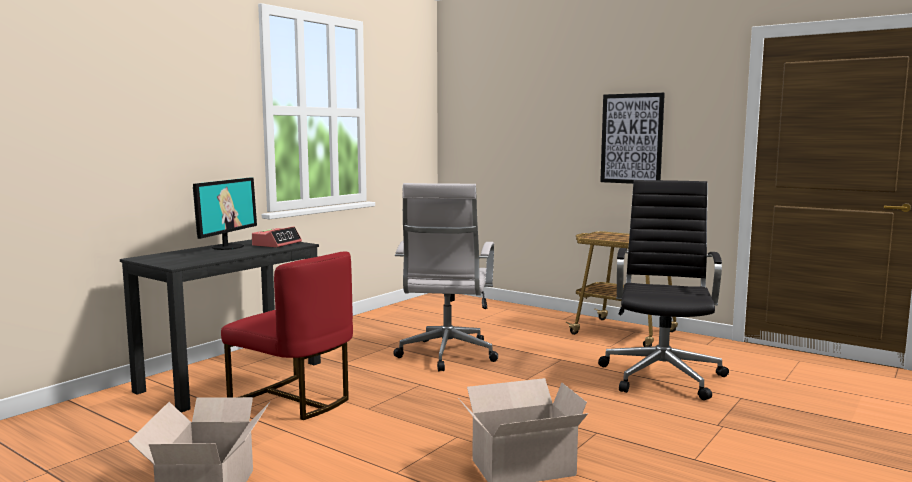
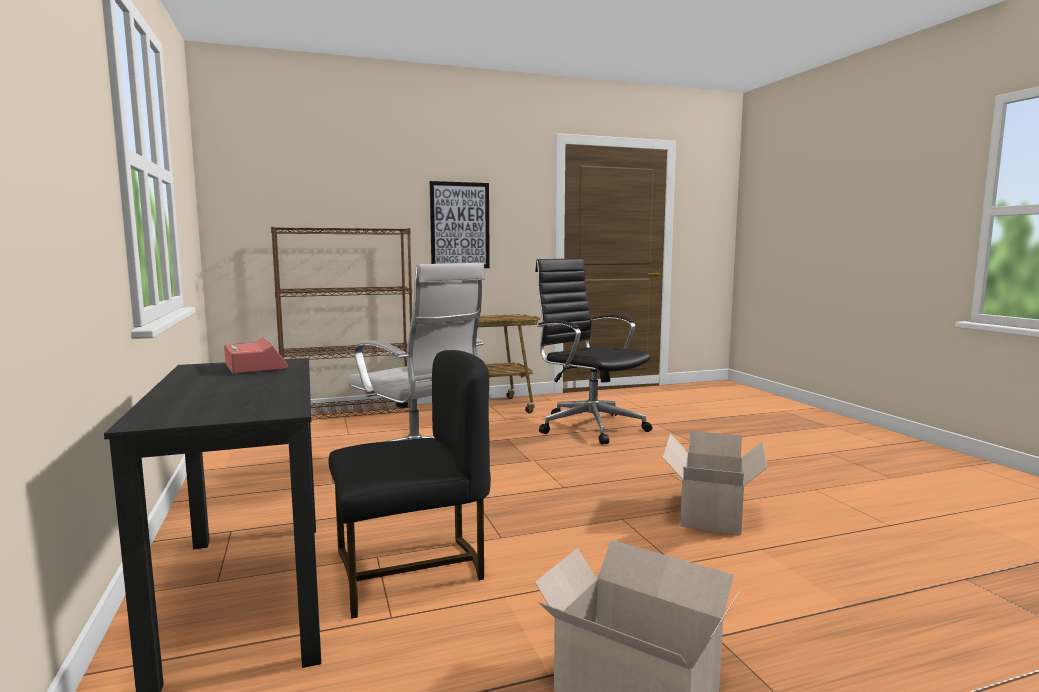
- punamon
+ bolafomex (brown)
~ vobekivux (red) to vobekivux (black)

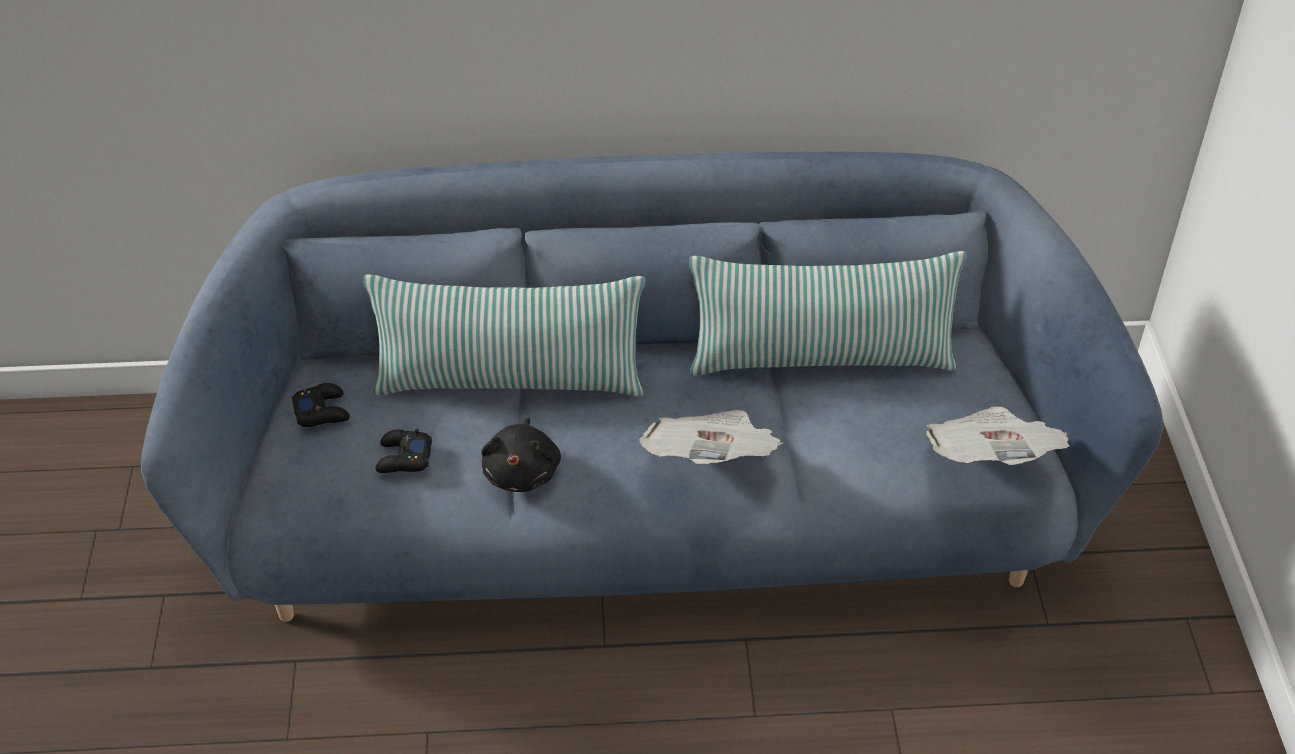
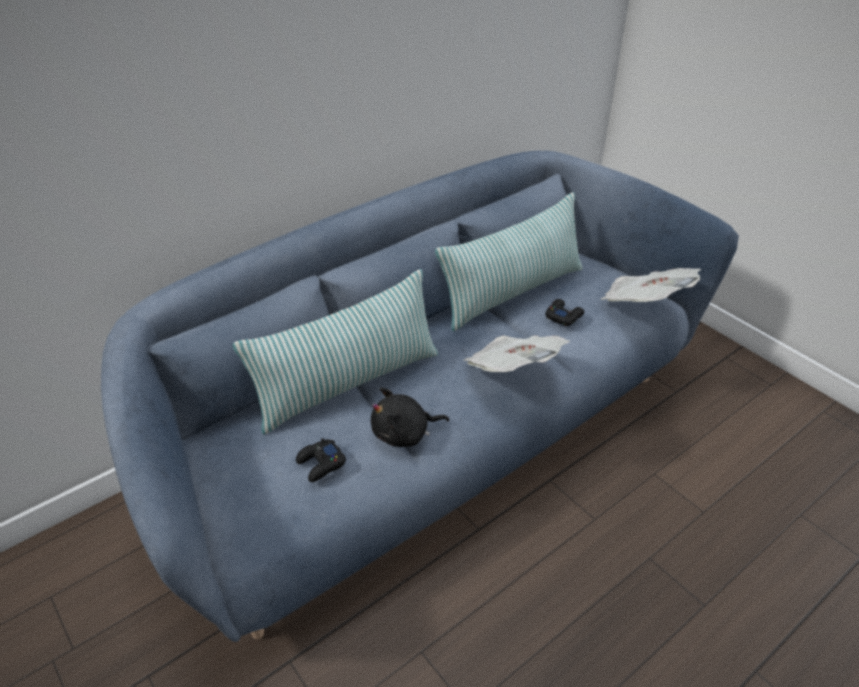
~ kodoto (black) (1st from left in the first image) to kodoto (black) (2nd from left)
~ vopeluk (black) 105 degrees clockwise

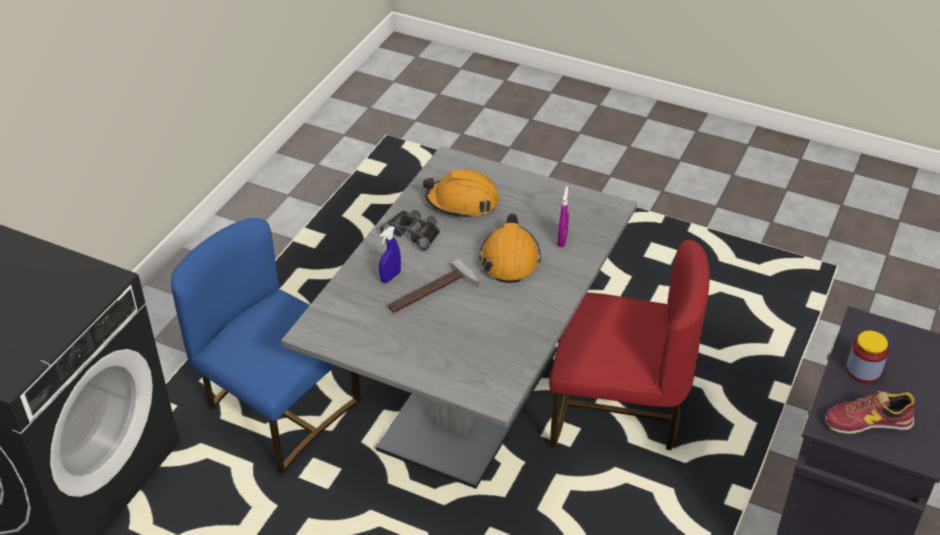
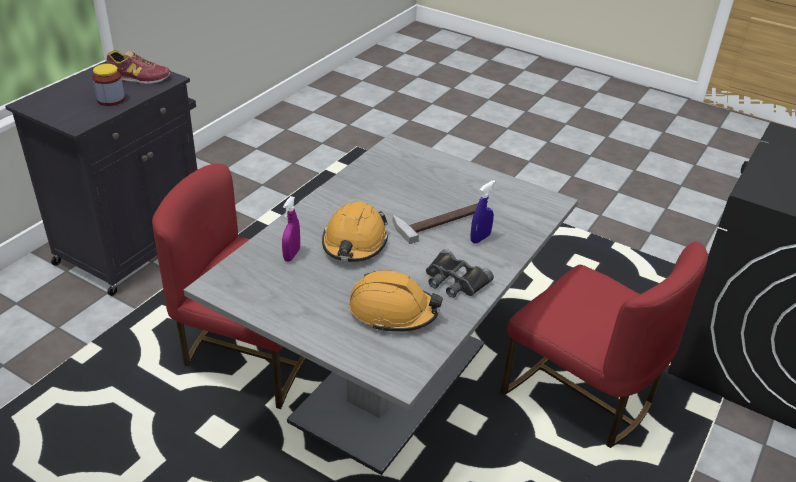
~ vobekivux (blue) to vobekivux (red) (2nd from left)

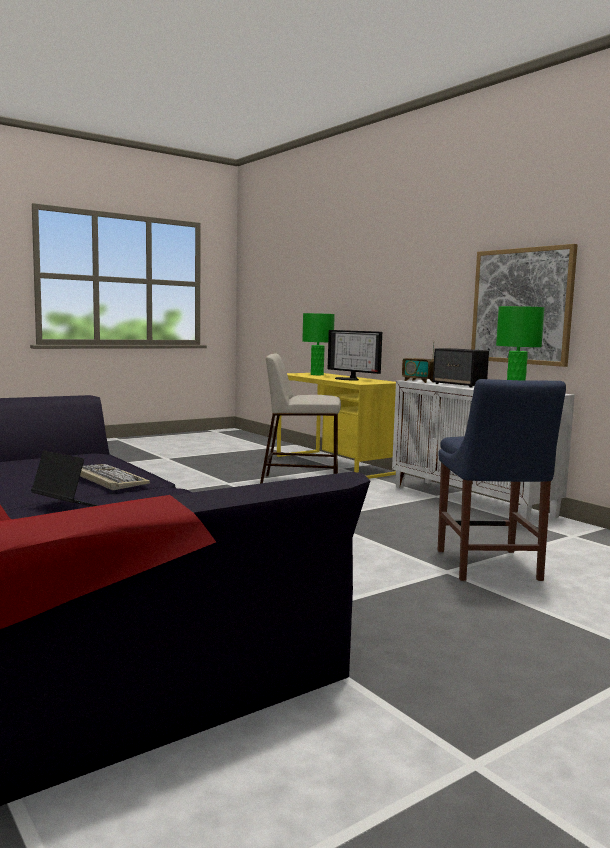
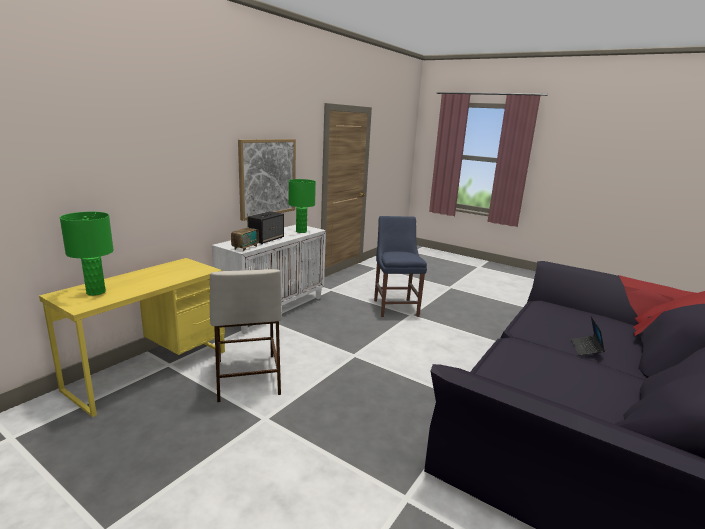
- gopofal
- punamon
~ vobekivux (blue) 75 degrees counterclockwise

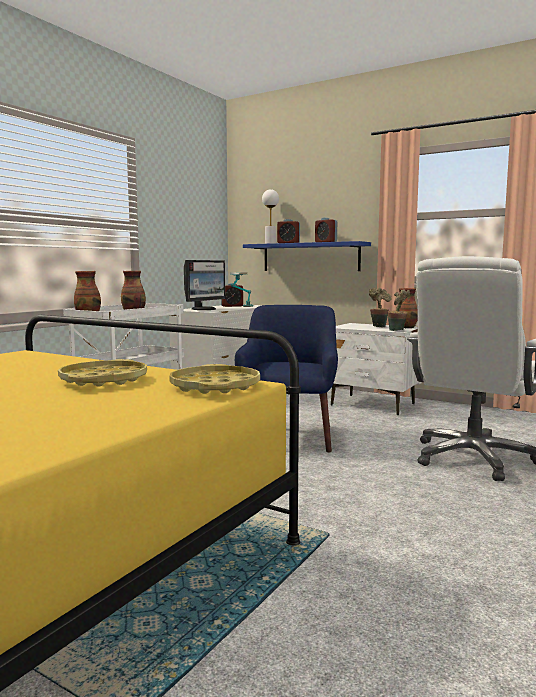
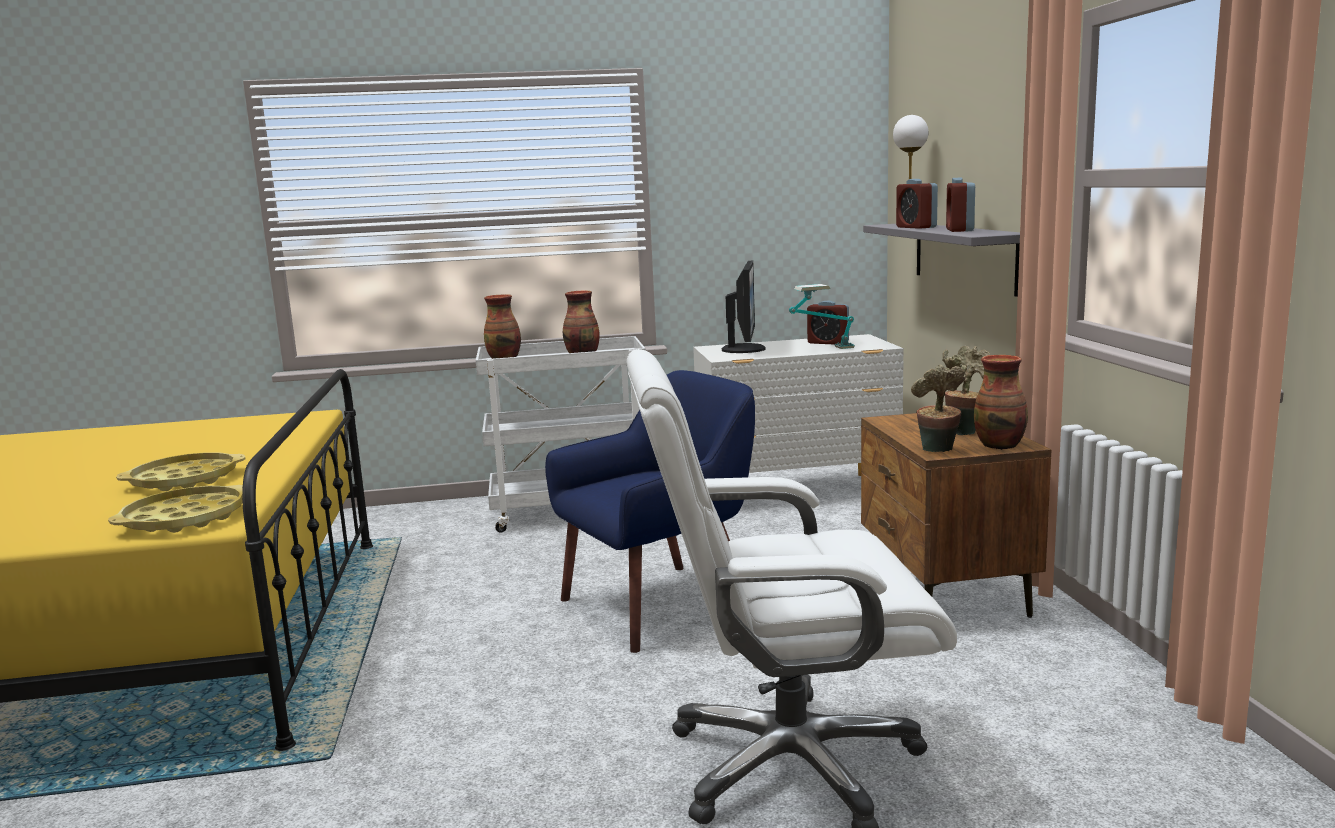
~ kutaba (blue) to kutaba (grey)
~ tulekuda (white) to tulekuda (brown)
~ punamon 75 degrees counterclockwise

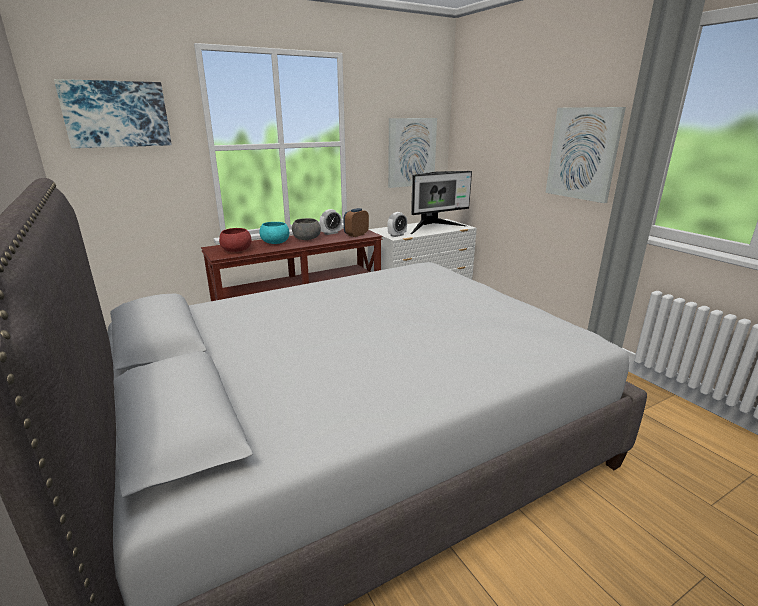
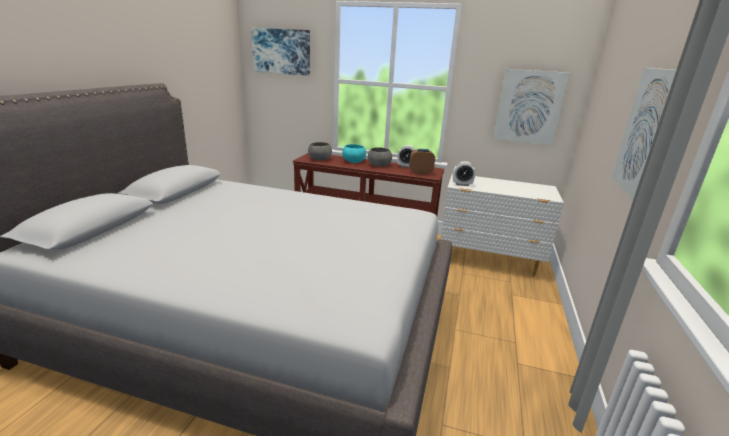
- punamon
~ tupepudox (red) to tupepudox (grey) (1st from left)

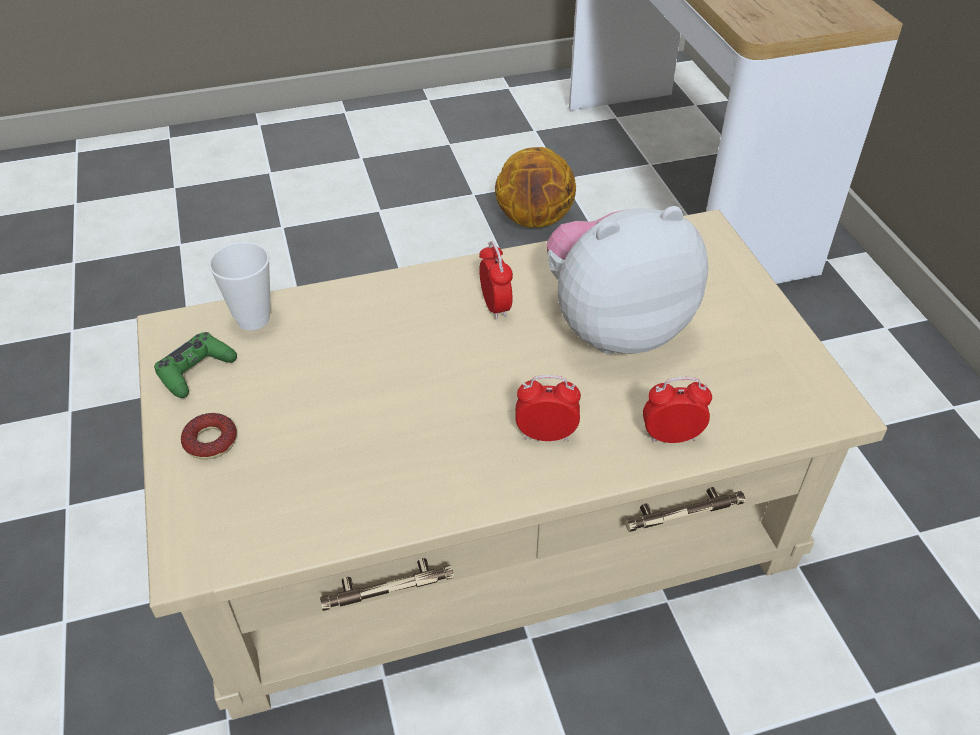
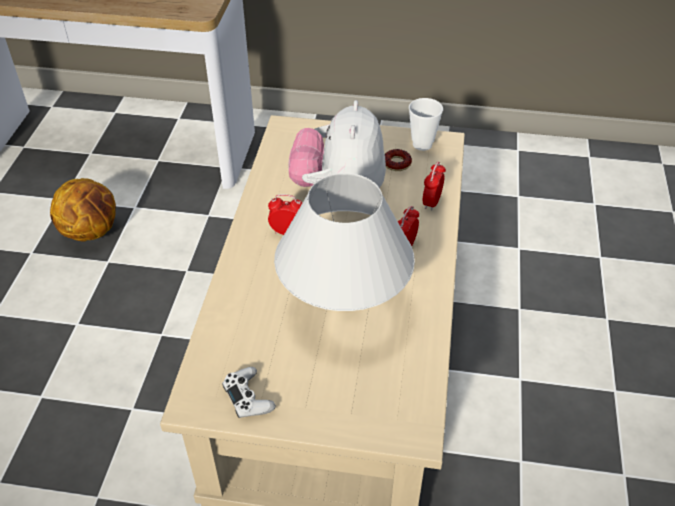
+ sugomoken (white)
~ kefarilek
~ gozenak
~ kodoto (green) to kodoto (white)

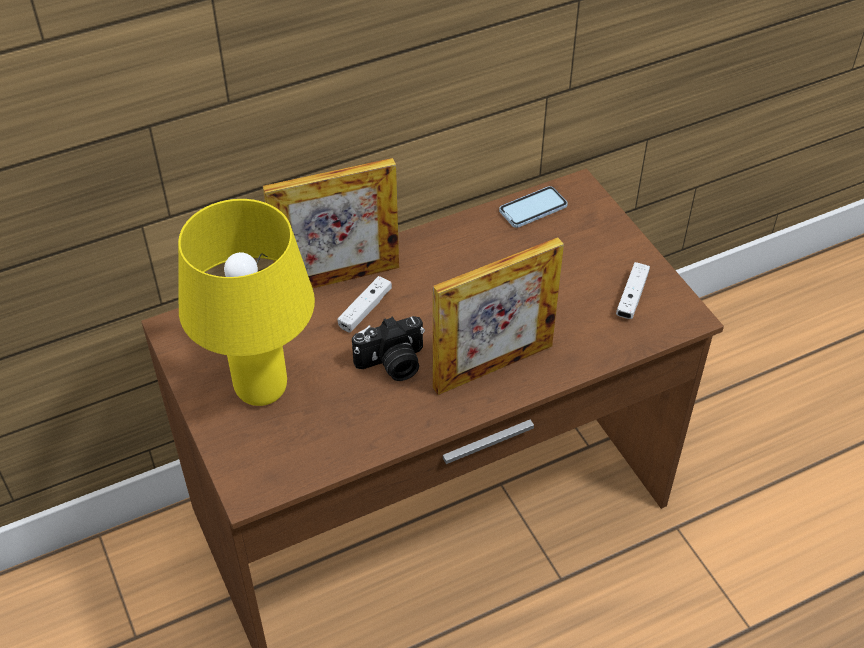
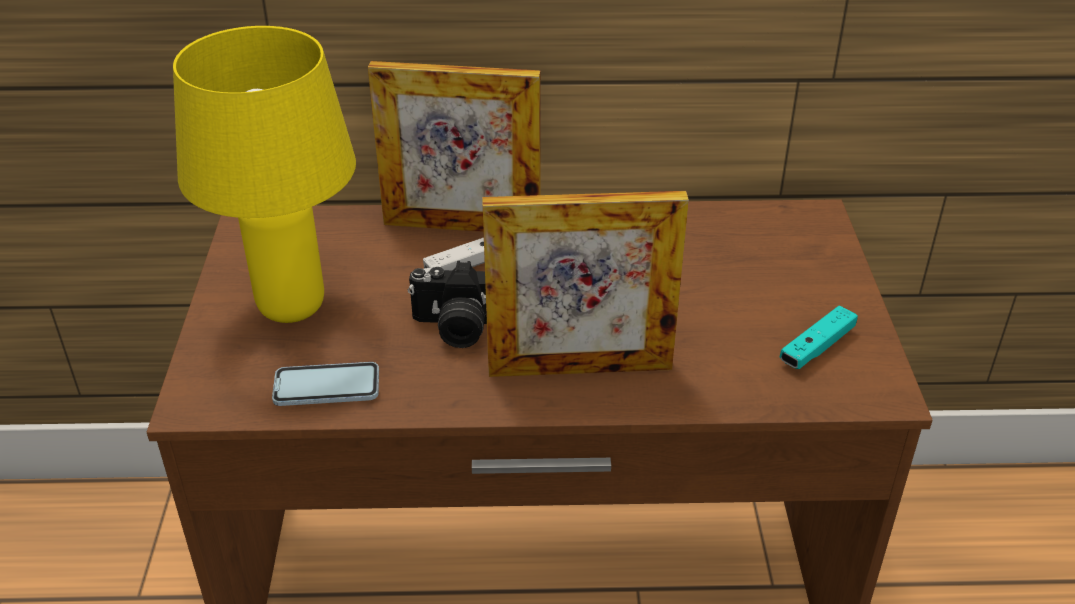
~ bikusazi
~ kodoto (white) (2nd from left) to kodoto (turquoise)

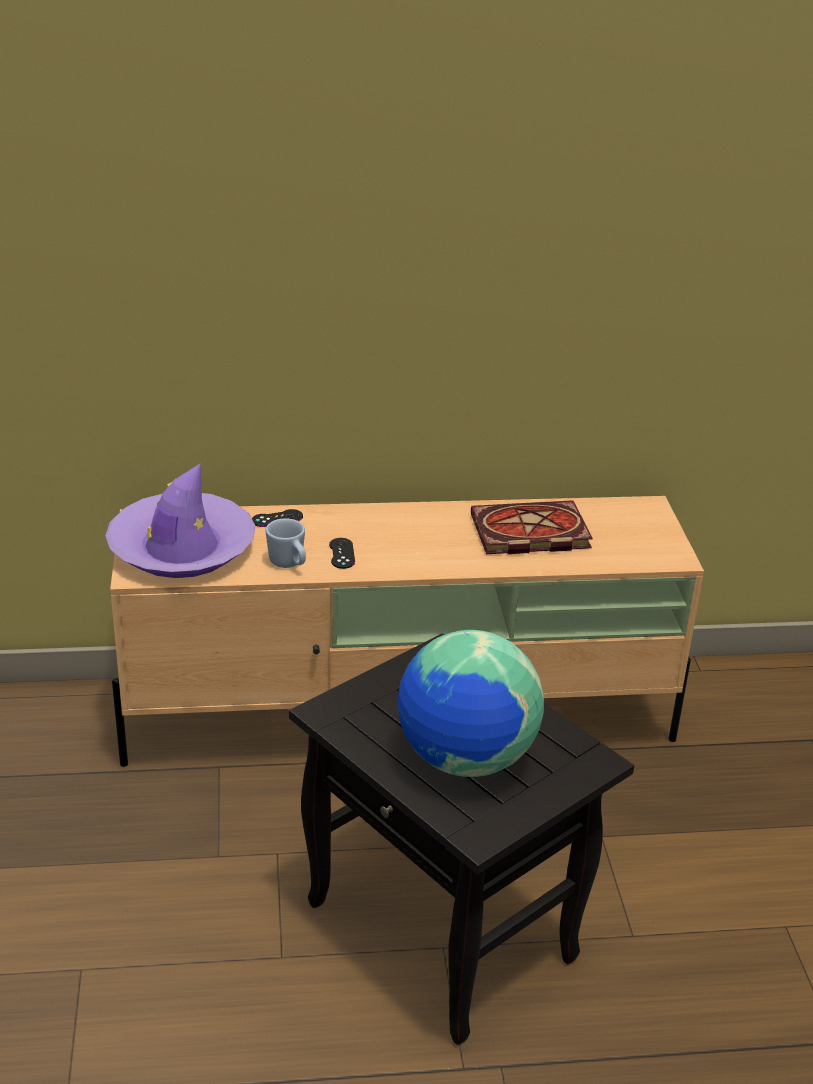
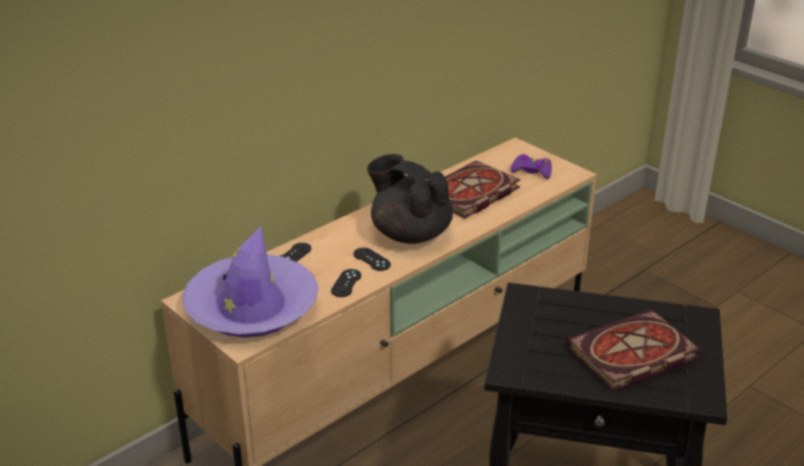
+ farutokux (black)
+ kodoto (purple)
~ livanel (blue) to kodoto (black) (2nd from left)
~ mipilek to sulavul (2nd from left)

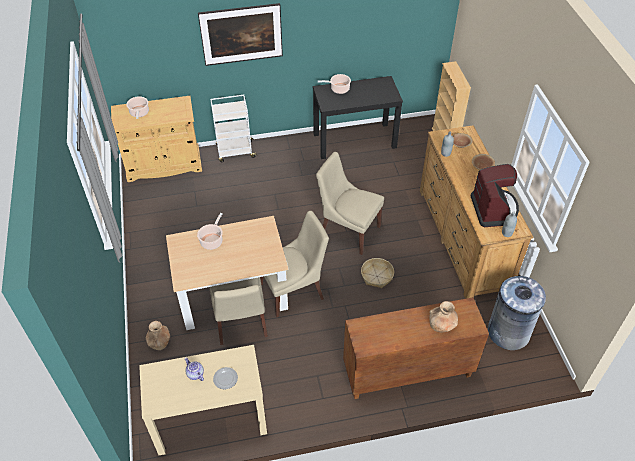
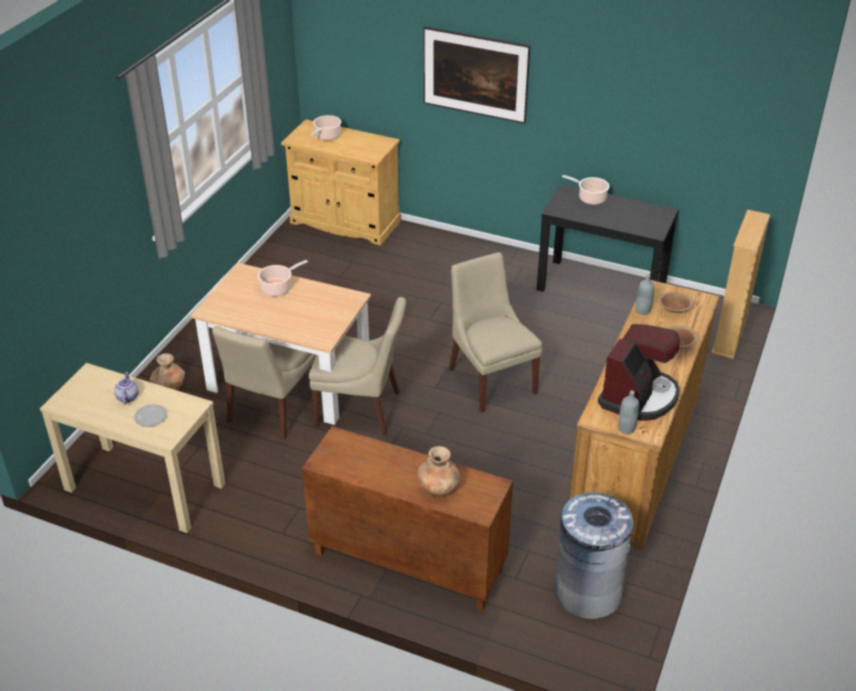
- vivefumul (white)
- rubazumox

